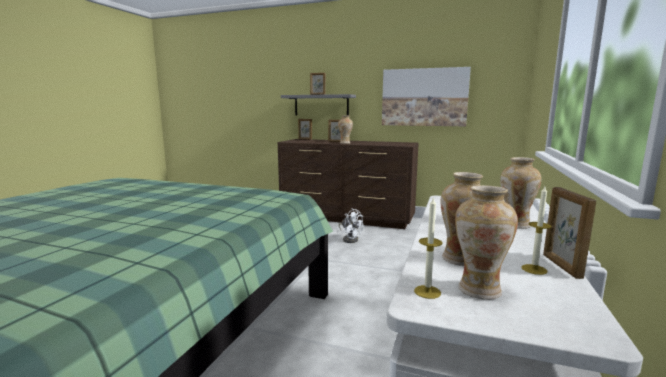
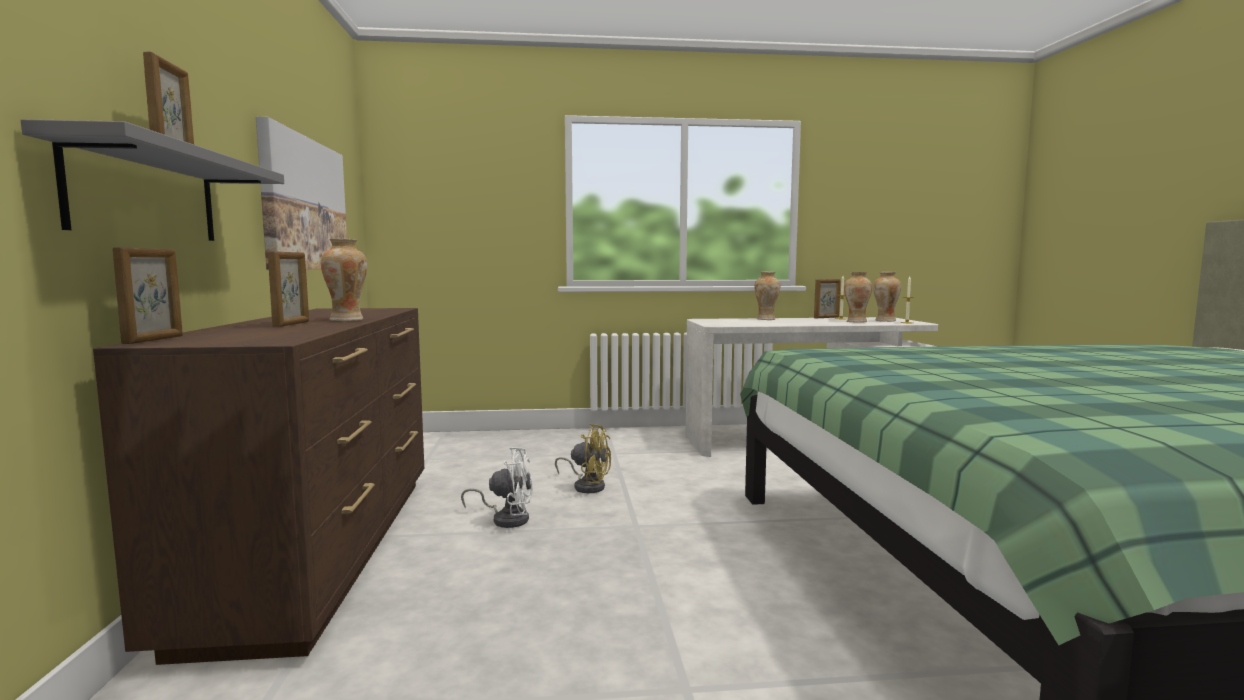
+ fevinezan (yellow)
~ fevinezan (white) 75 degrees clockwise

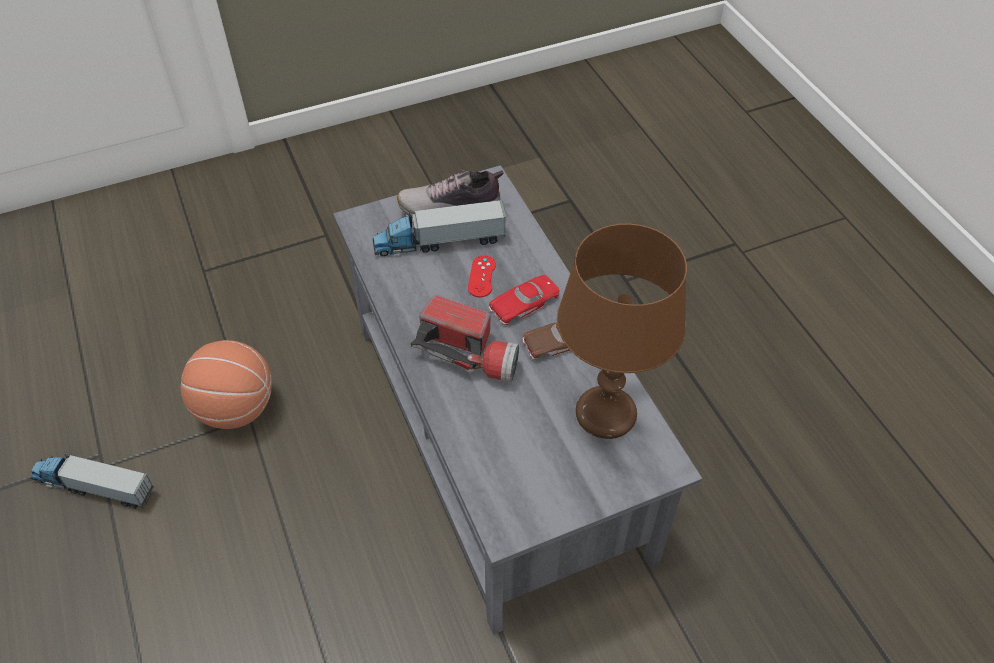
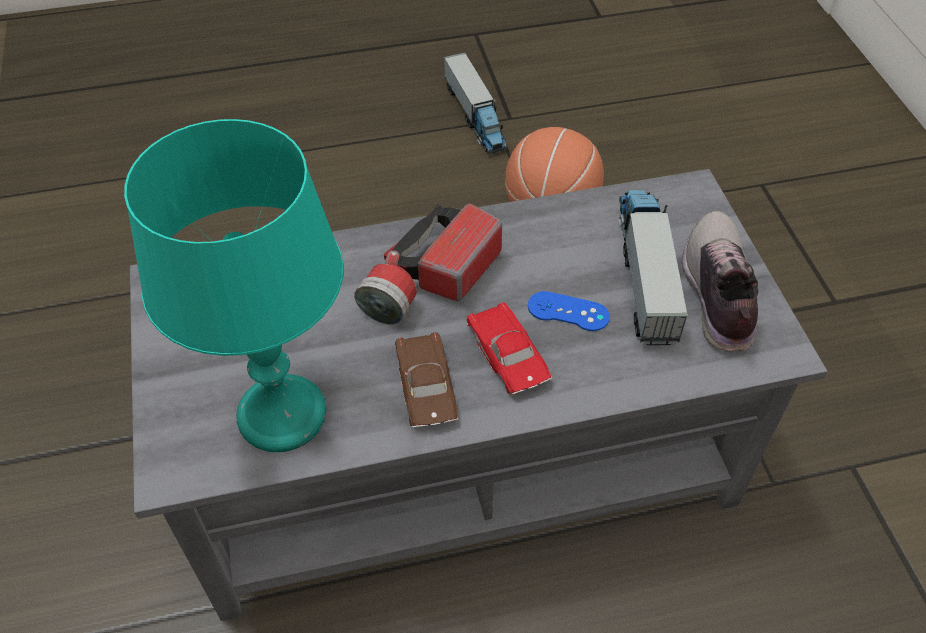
~ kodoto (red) to kodoto (blue)
~ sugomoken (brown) to sugomoken (turquoise)
~ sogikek (1st from left) 135 degrees clockwise

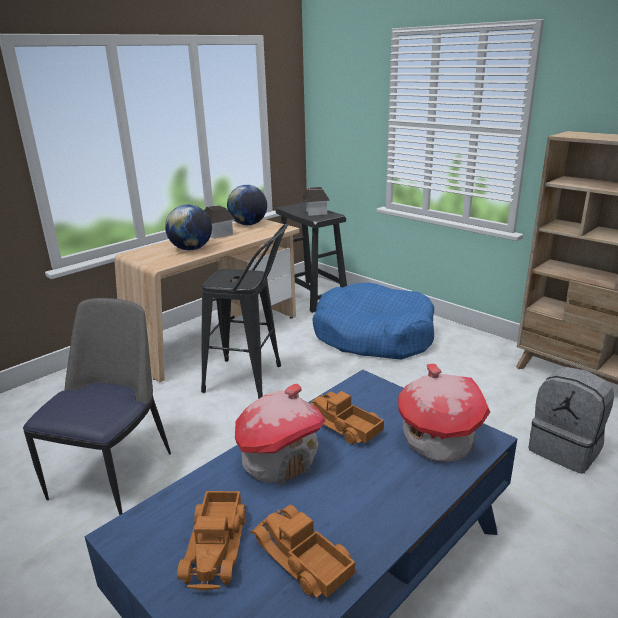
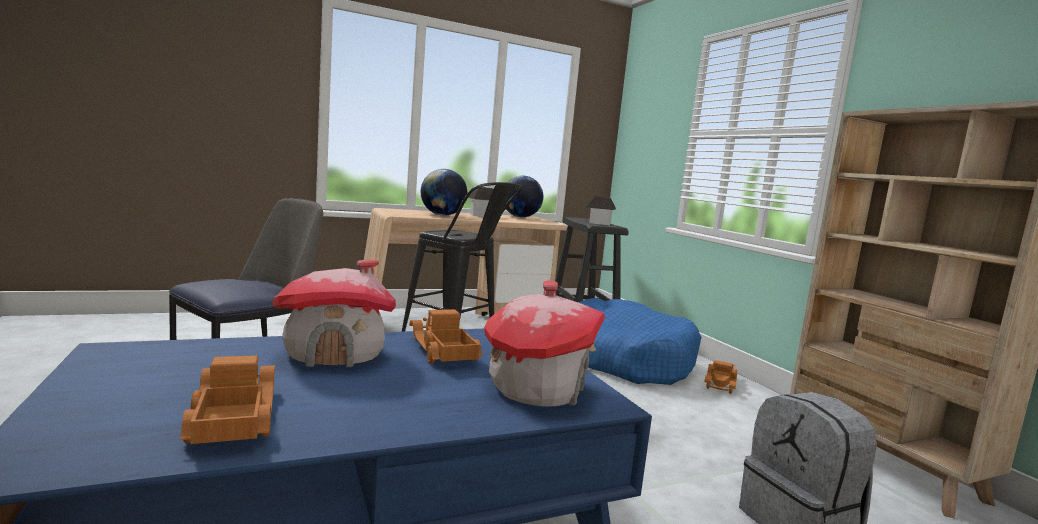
~ sogikek (1st from left in the first image) to sogikek (3rd from left)

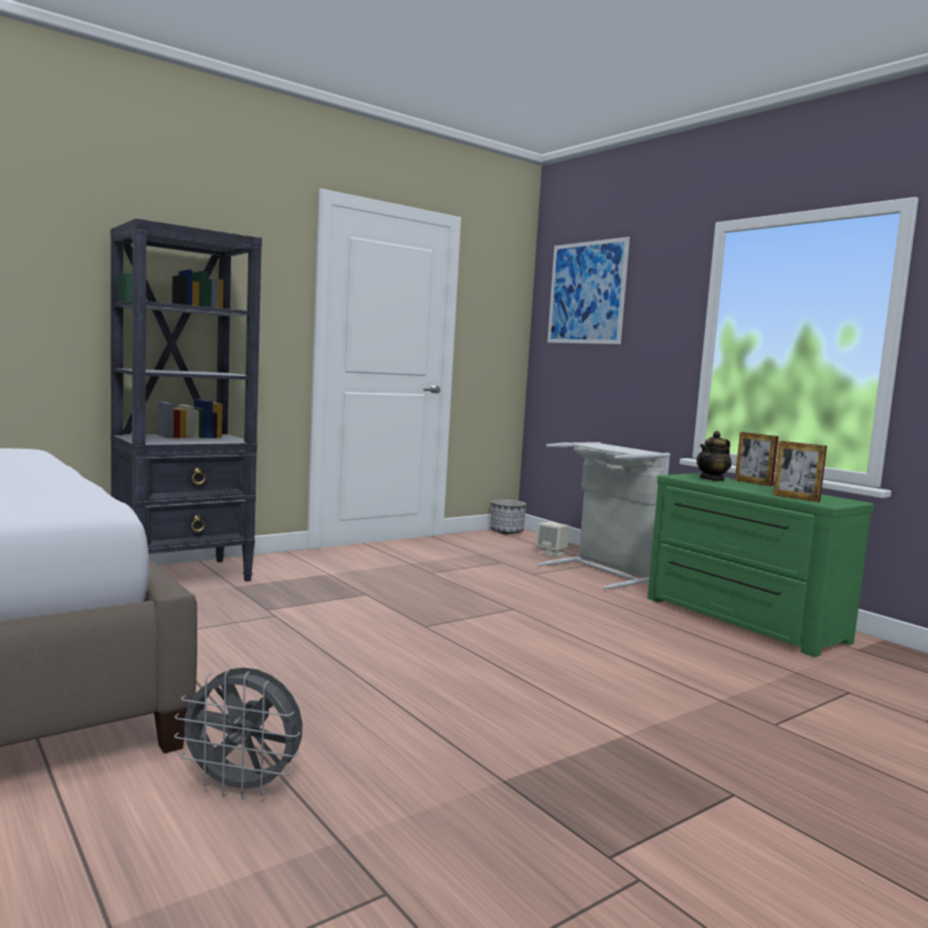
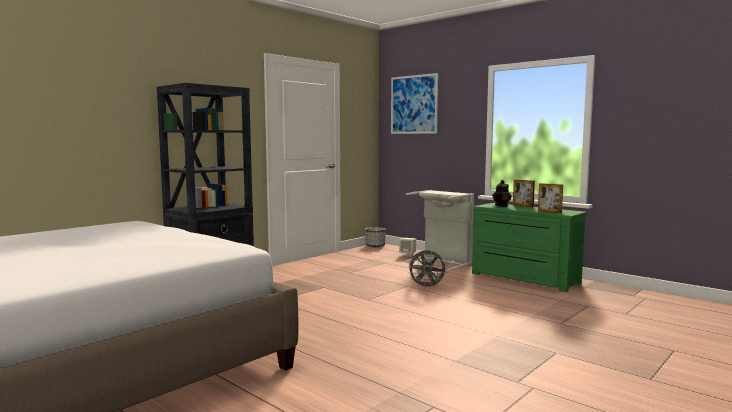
~ fevinezan (grey)

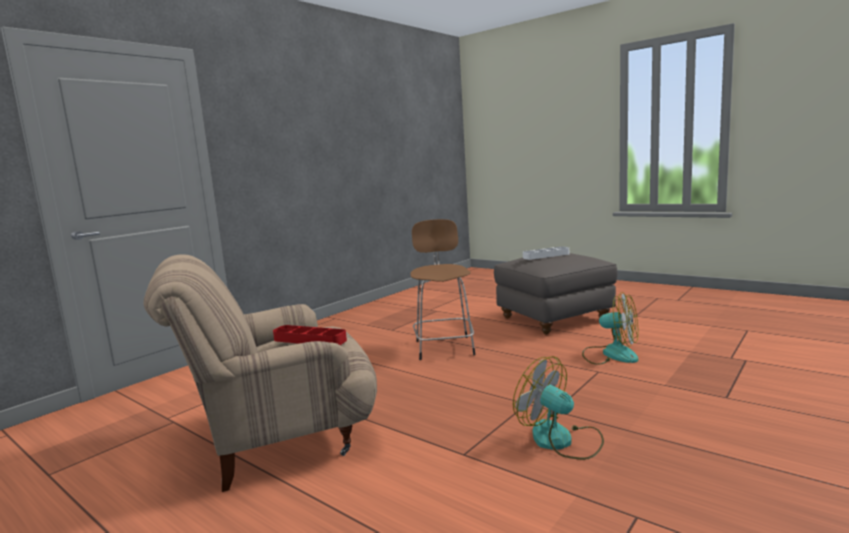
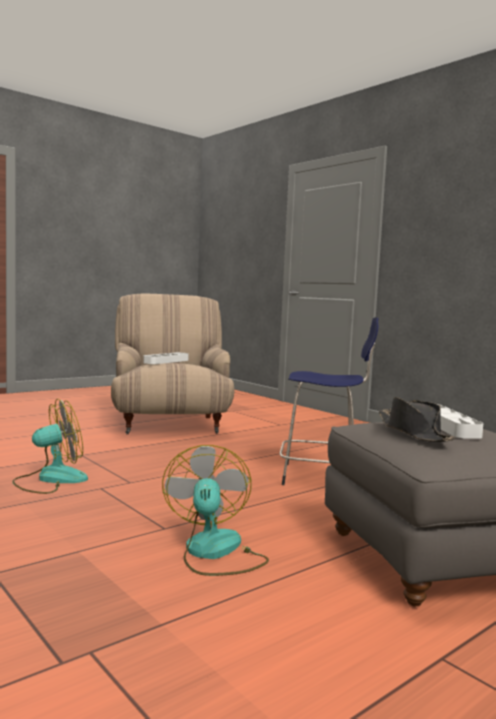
+ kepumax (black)
~ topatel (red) to topatel (white) (1st from left)
~ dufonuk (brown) to dufonuk (blue)
~ fevinezan (2nd from left) 135 degrees clockwise

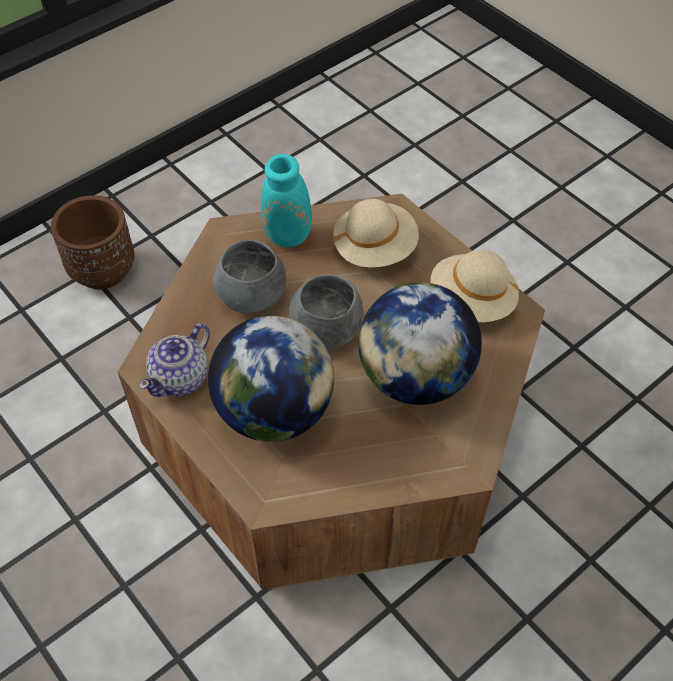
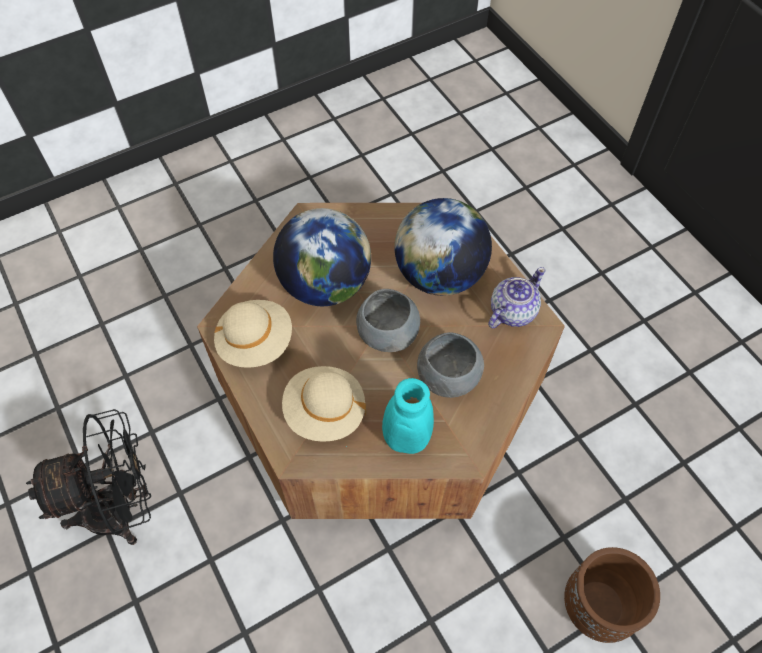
+ fevinezan (black)

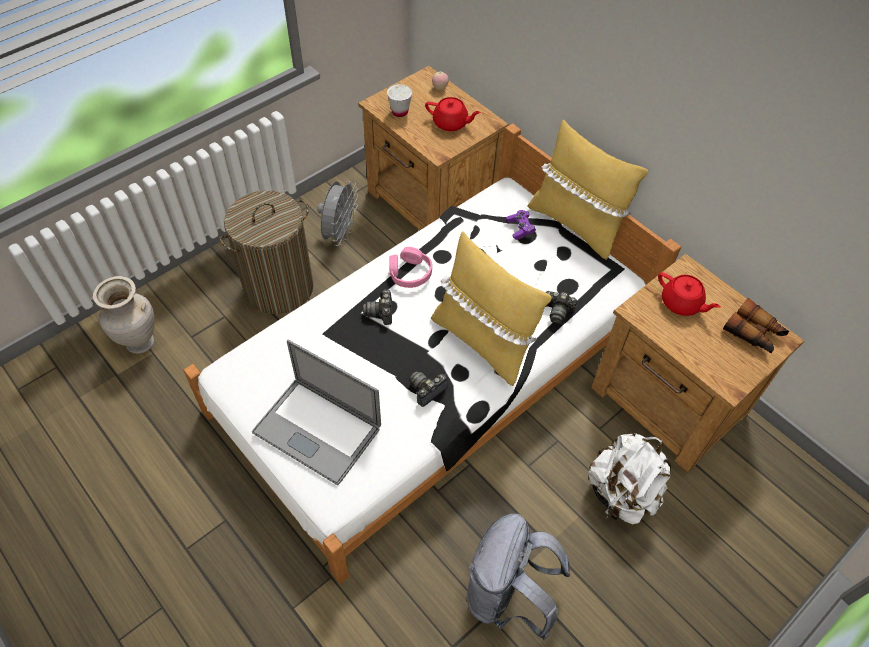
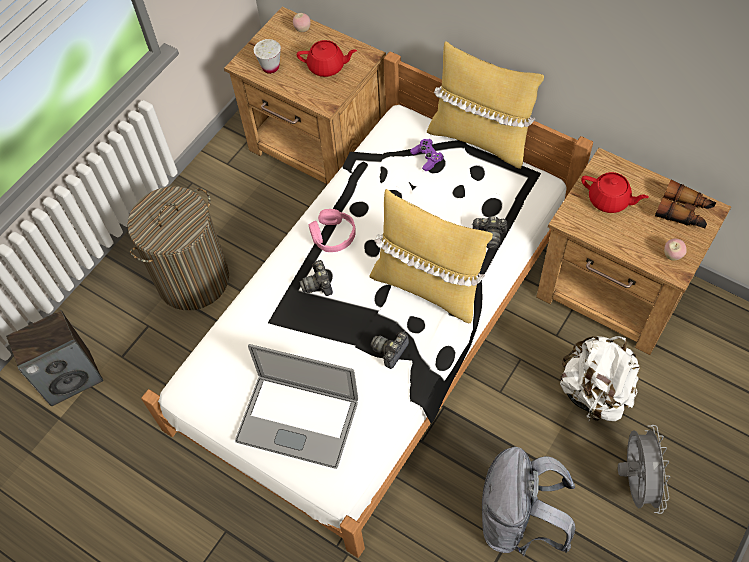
+ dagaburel (2nd from left)
~ fevinezan (grey)
~ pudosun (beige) to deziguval

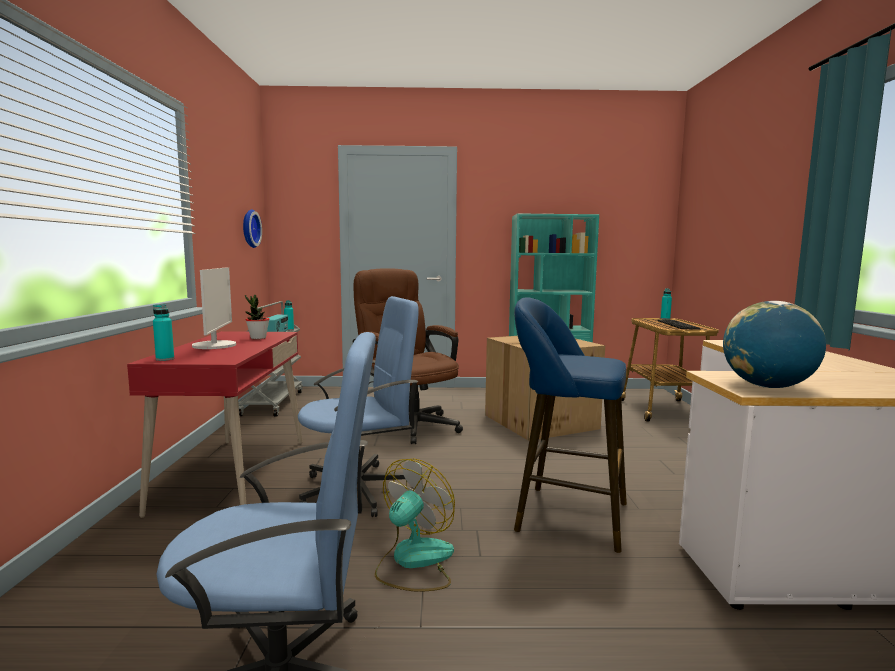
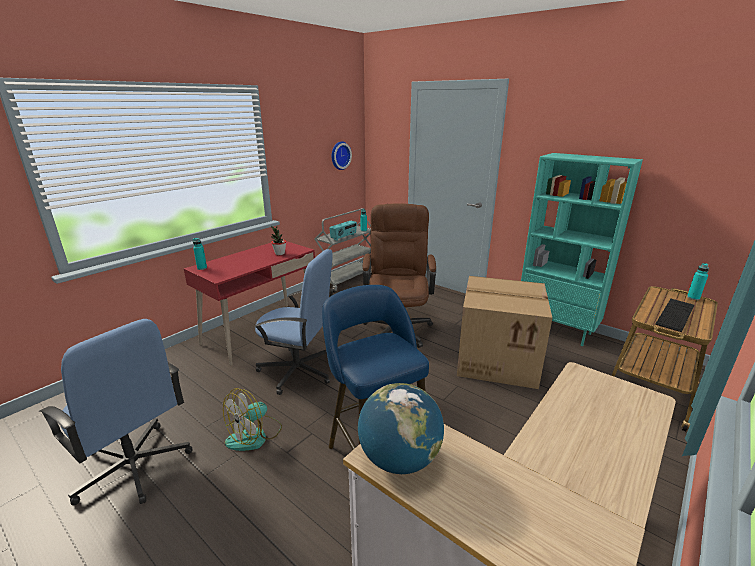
- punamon
~ fevinezan 150 degrees clockwise

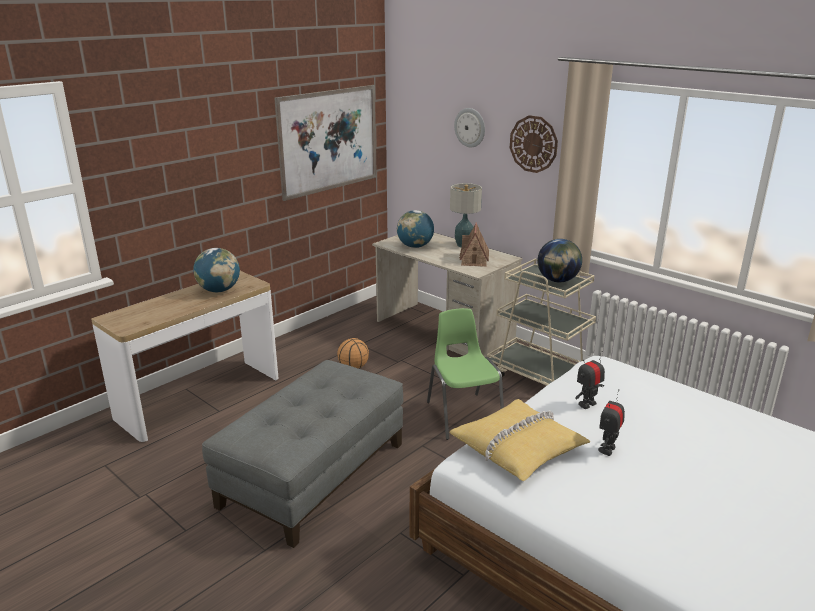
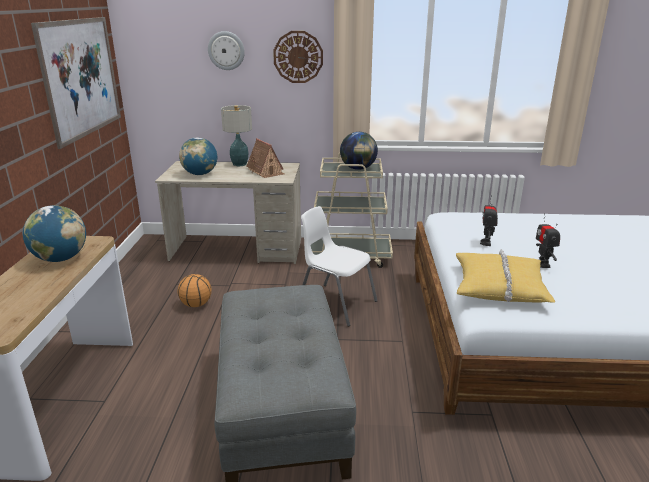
~ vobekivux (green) to vobekivux (white)

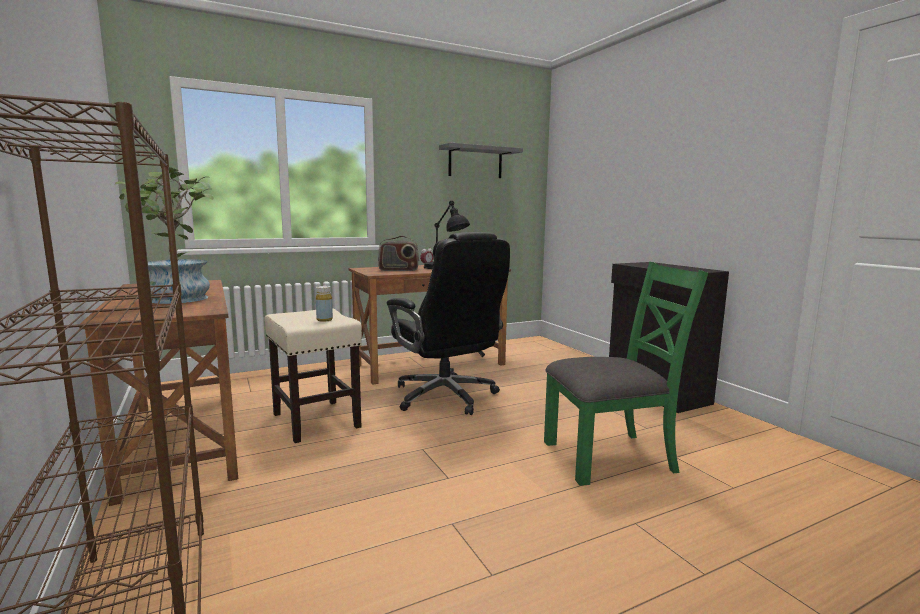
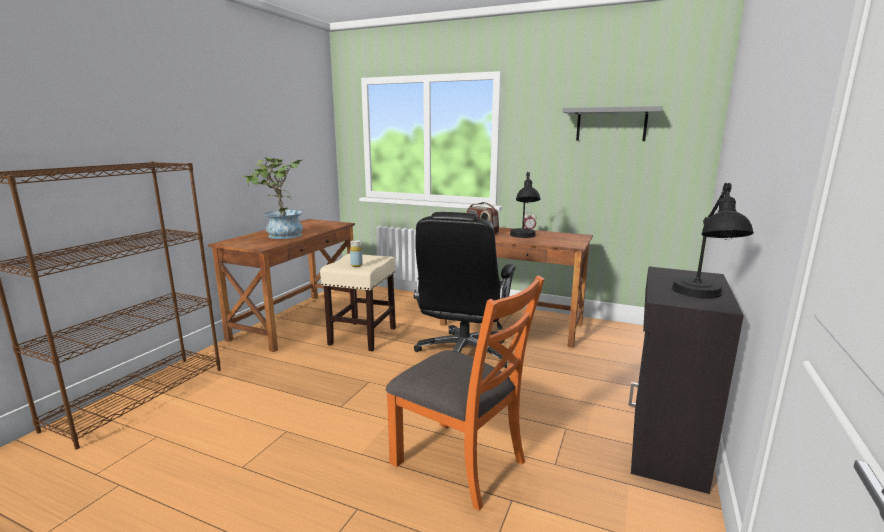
+ sugomoken (black) (2nd from left)
~ vobekivux (green) to vobekivux (orange)

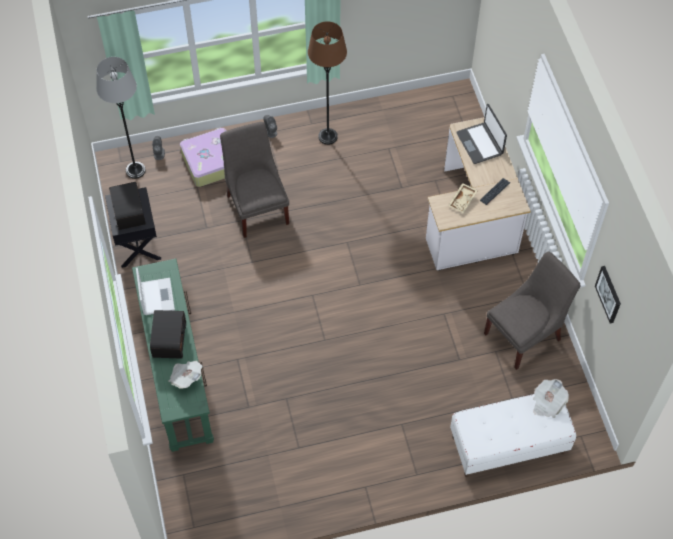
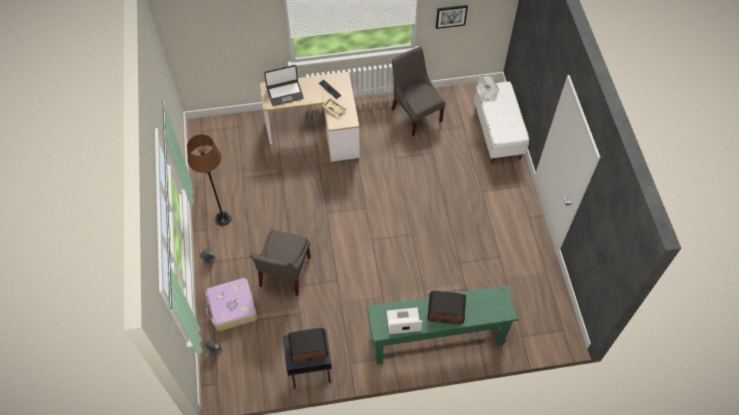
- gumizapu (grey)
- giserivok (1st from left)
~ vobekivux (grey) (1st from left) 60 degrees counterclockwise

